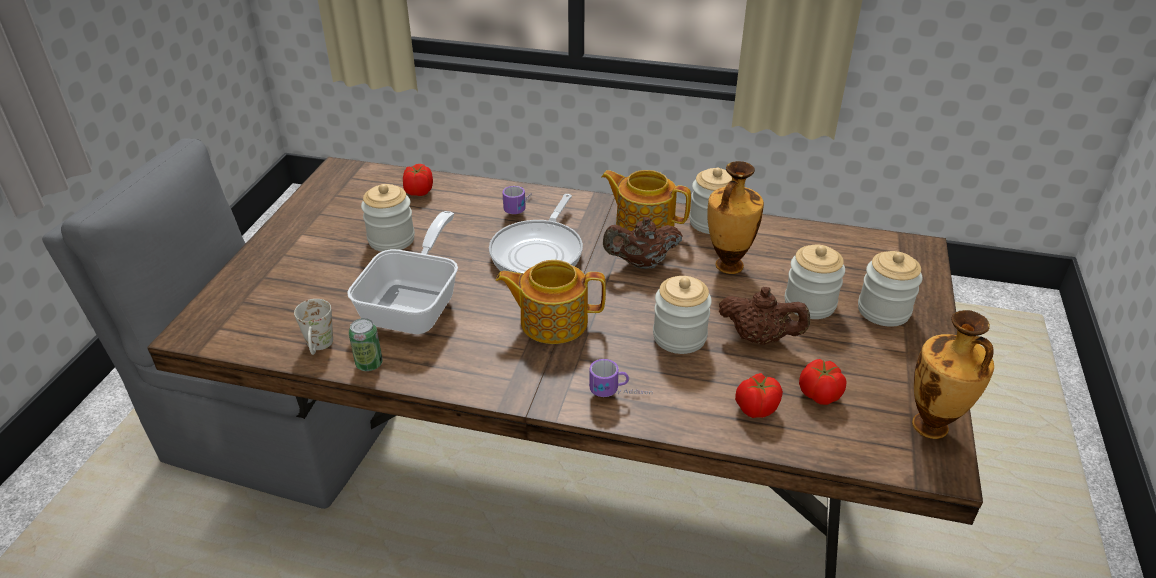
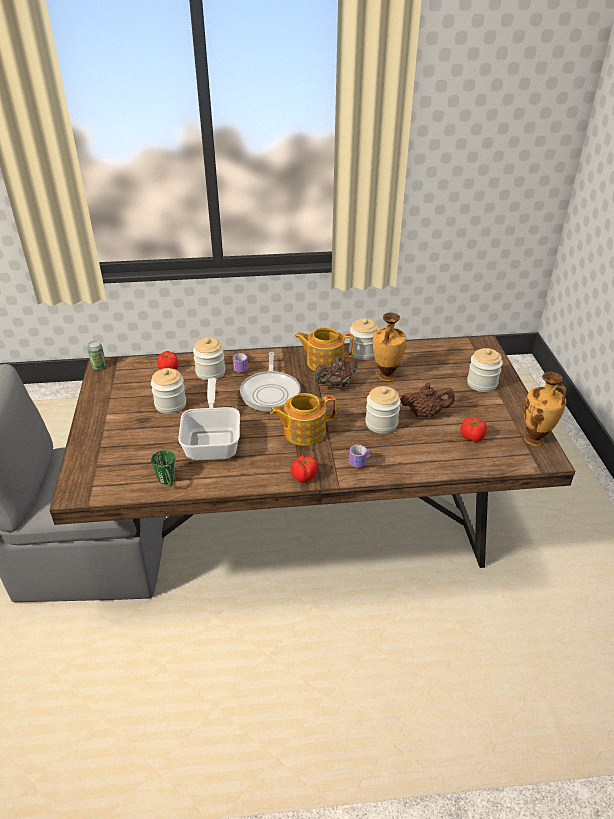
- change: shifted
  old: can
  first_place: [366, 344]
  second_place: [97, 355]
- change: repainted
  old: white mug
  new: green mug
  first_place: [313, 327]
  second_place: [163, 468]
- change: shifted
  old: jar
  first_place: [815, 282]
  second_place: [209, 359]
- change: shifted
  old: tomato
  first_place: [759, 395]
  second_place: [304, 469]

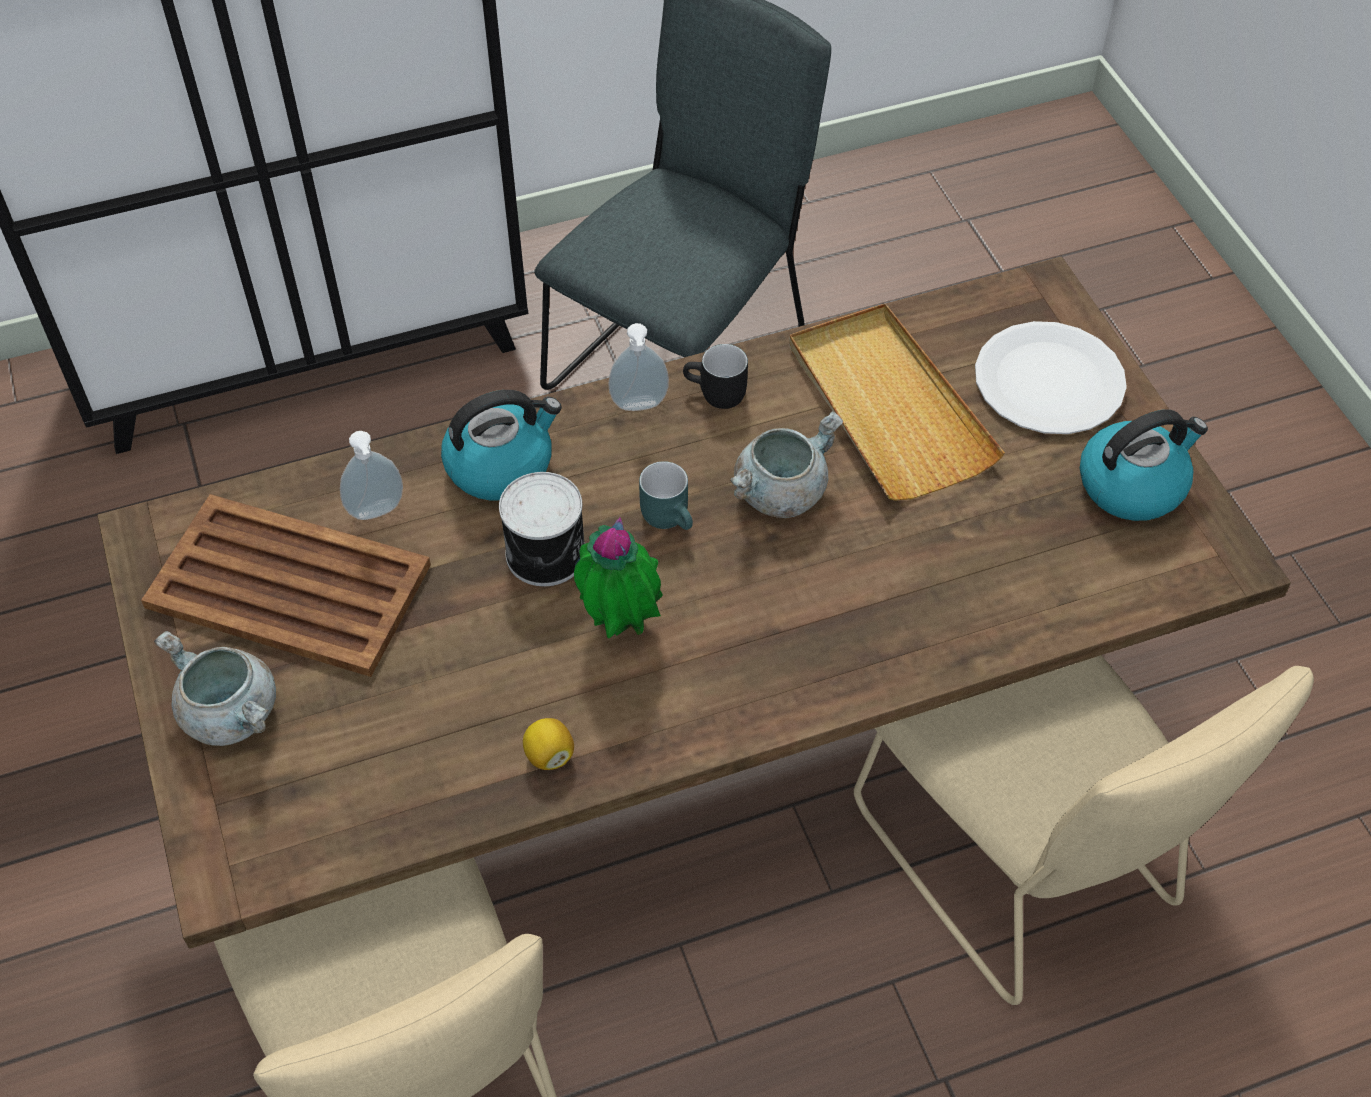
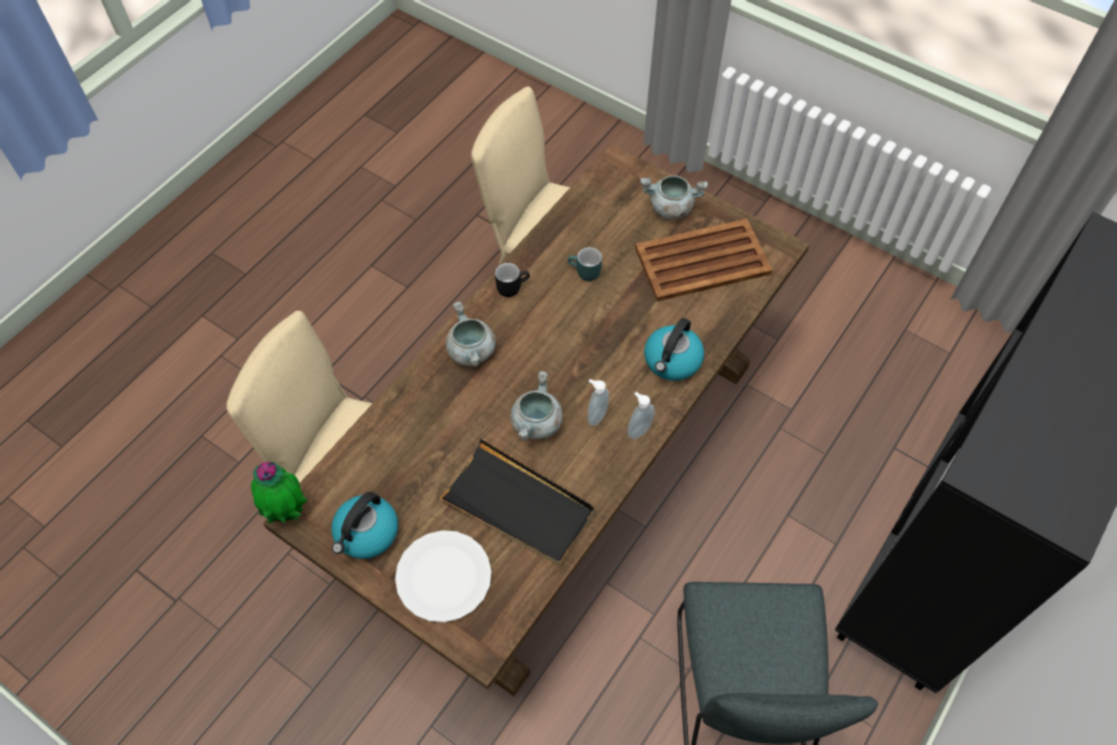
- change: shifted
  old: potted plant
  first_place: [618, 577]
  second_place: [279, 492]
- change: repainted
  old: beige tray
  new: black tray
  first_place: [897, 402]
  second_place: [516, 501]
- change: new
  new: grey cooking pot
  second_place: [470, 334]
- change: shifted
  old: black mug
  first_place: [715, 376]
  second_place: [512, 280]
- change: shifted
  old: turquoise mug
  first_place: [666, 495]
  second_place: [585, 264]
- change: shifted
  old: soap dispenser
  first_place: [371, 475]
  second_place: [598, 402]
- change: gone
  old: can
  first_place: [542, 529]
- change: gone
  old: lemon
  first_place: [548, 744]

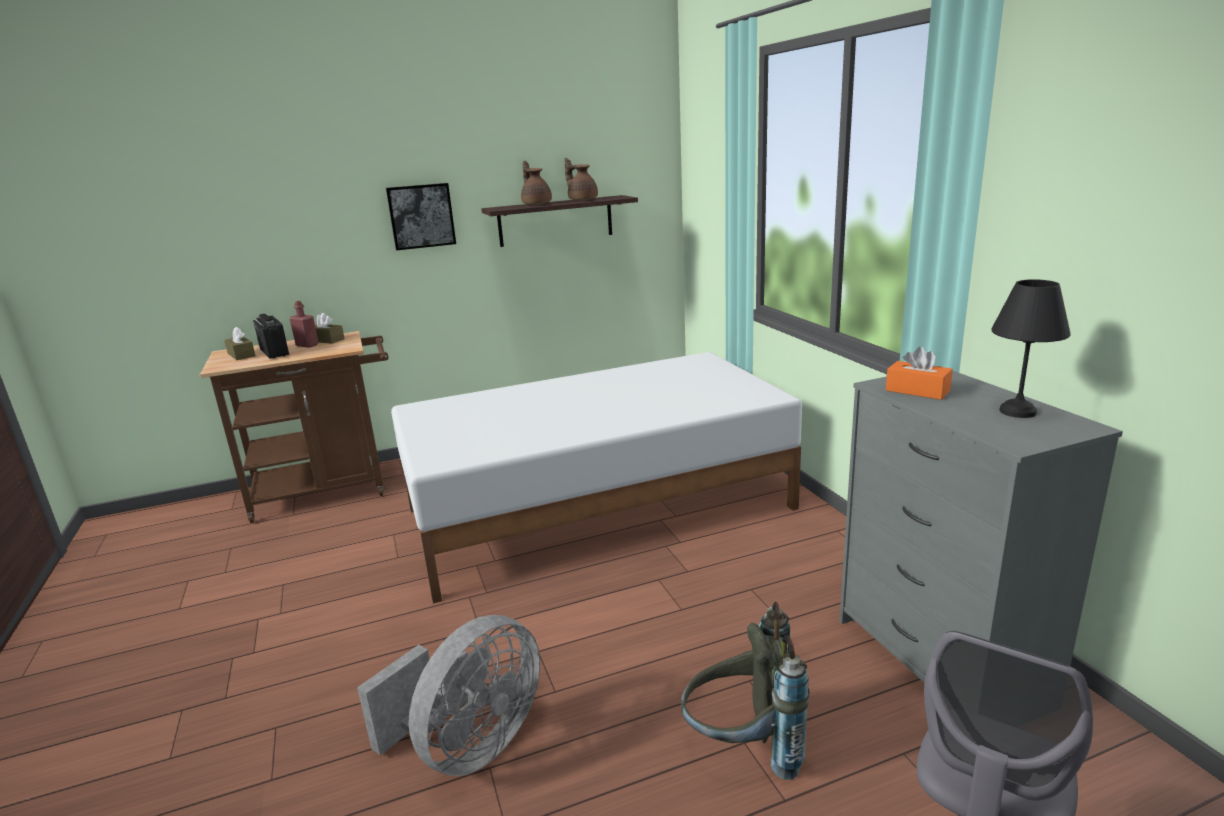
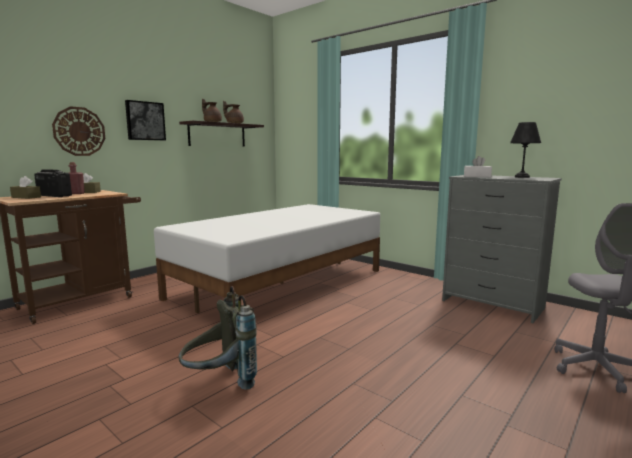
- change: new
  new: wall clock
  second_place: [78, 131]
- change: shifted
  old: grey backpack
  first_place: [744, 691]
  second_place: [218, 338]
- change: repainted
  old: orange tissue box
  new: white tissue box
  first_place: [919, 373]
  second_place: [478, 166]
- change: gone
  old: grey fan
  first_place: [448, 695]

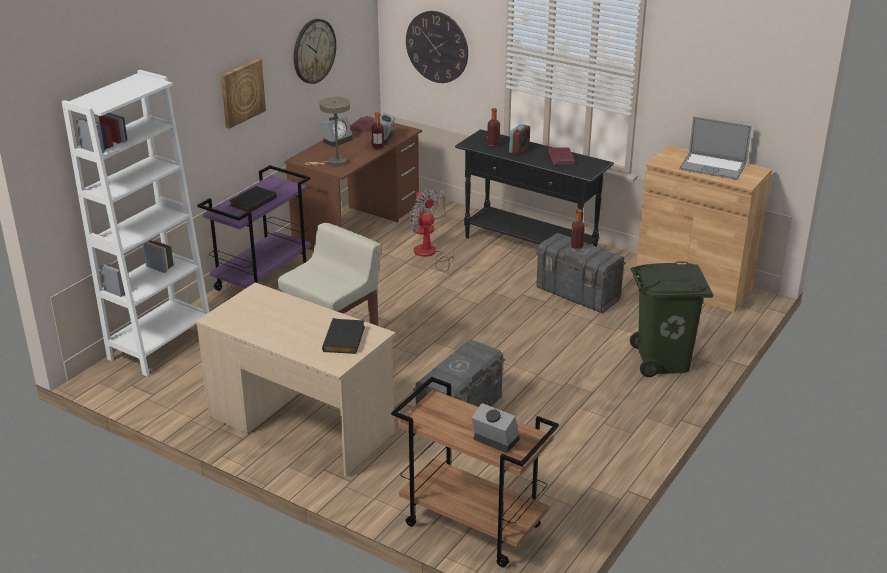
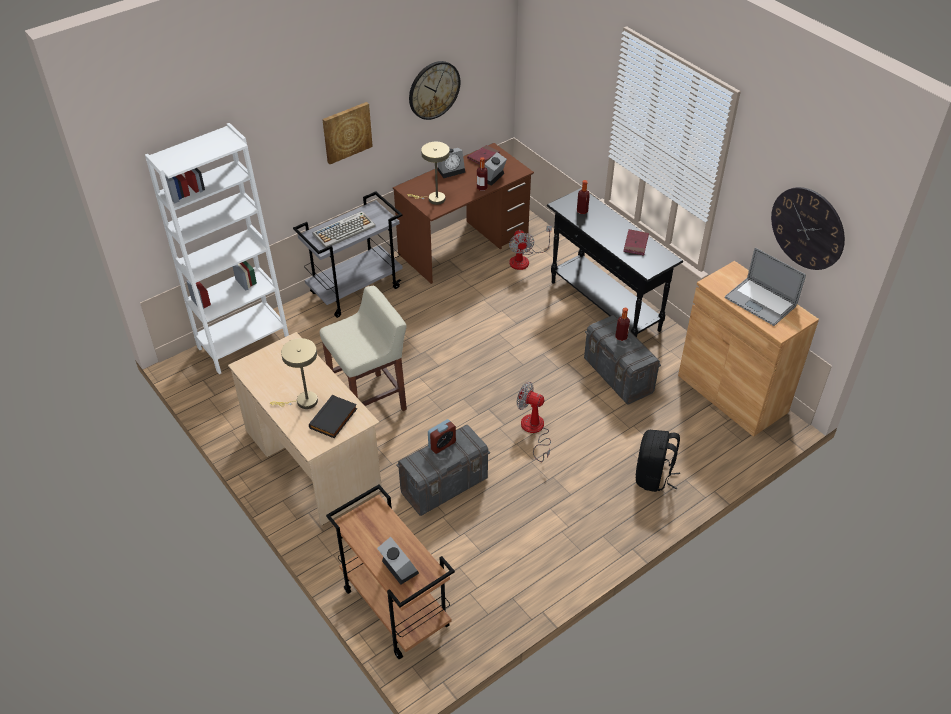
- change: new
  new: beige table lamp
  second_place: [294, 373]
- change: repainted
  old: purple cart
  new: grey cart
  first_place: [254, 228]
  second_place: [348, 254]
- change: swapped
  old: black book
  new: keyboard
  first_place: [253, 199]
  second_place: [343, 229]
- change: shifted
  old: alarm clock
  first_place: [519, 139]
  second_place: [442, 436]
- change: shifted
  old: fan
  first_place: [432, 238]
  second_place: [534, 422]
- change: swapped
  old: green trash can
  new: black backpack
  first_place: [671, 319]
  second_place: [658, 461]
- change: shifted
  old: wall clock
  first_place: [437, 47]
  second_place: [808, 228]

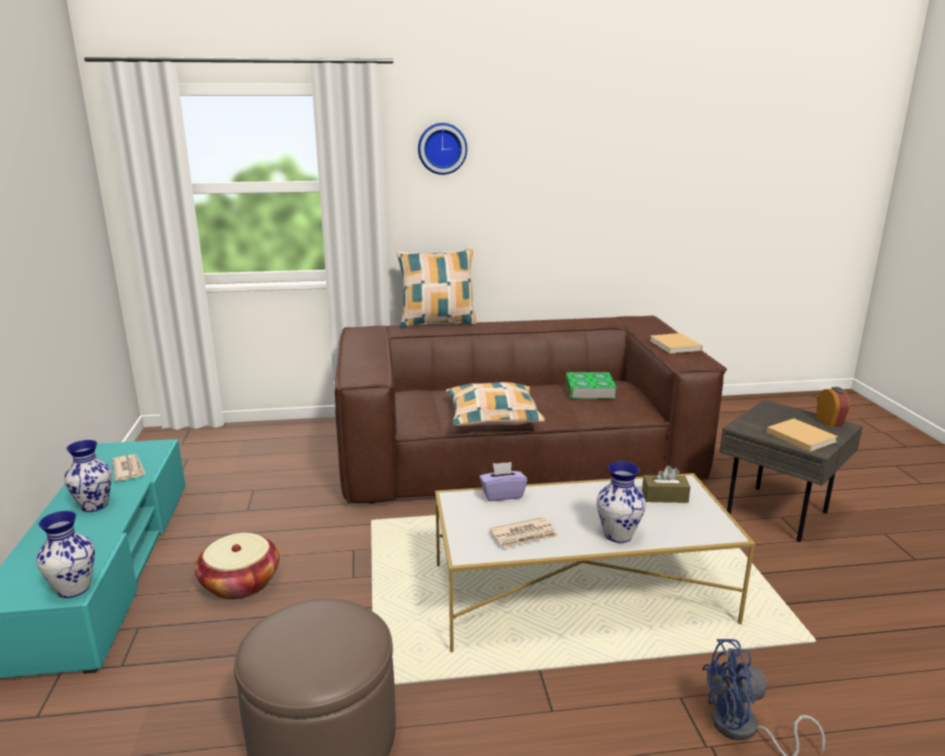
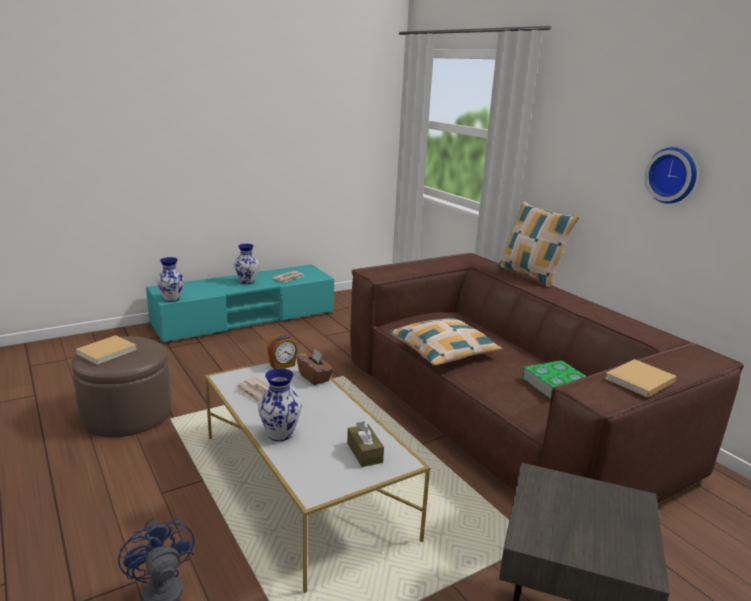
- change: shifted
  old: beige book
  first_place: [802, 435]
  second_place: [106, 350]
- change: shifted
  old: alarm clock
  first_place: [833, 407]
  second_place: [282, 351]
- change: repainted
  old: purple tissue box
  new: brown tissue box
  first_place: [503, 481]
  second_place: [315, 367]
- change: shifted
  old: wall clock
  first_place: [442, 149]
  second_place: [670, 175]
- change: gone
  old: basket
  first_place: [237, 566]

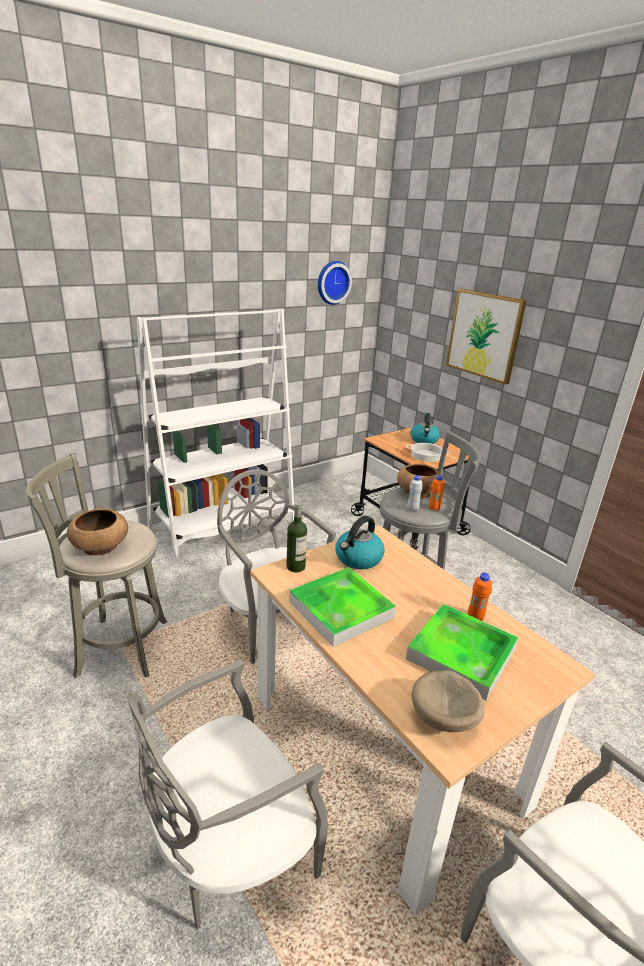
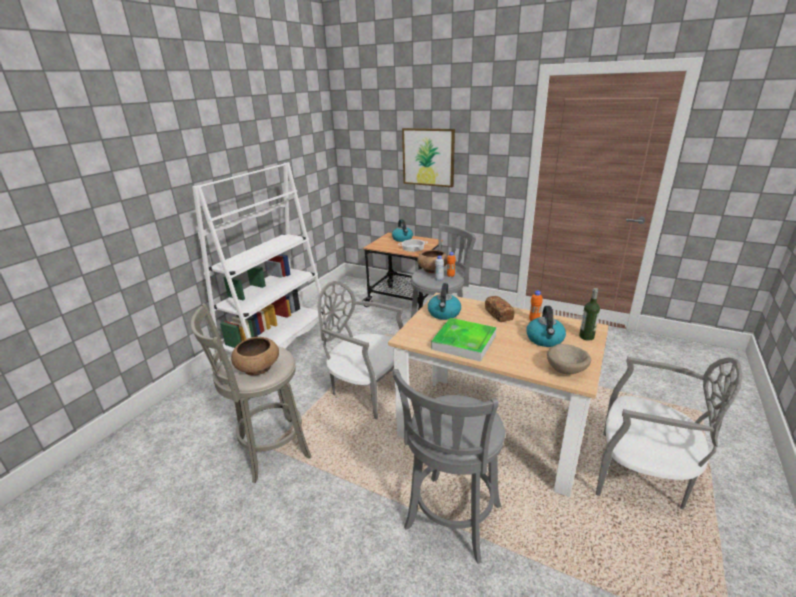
- change: swapped
  old: grey chair
  new: grey stool
  first_place: [228, 794]
  second_place: [449, 466]
- change: new
  new: bread
  second_place: [500, 309]
- change: swapped
  old: tray
  new: kettle
  first_place: [462, 652]
  second_place: [546, 326]
- change: shifted
  old: bottle
  first_place: [296, 537]
  second_place: [589, 314]
- change: gone
  old: wall clock
  first_place: [335, 283]

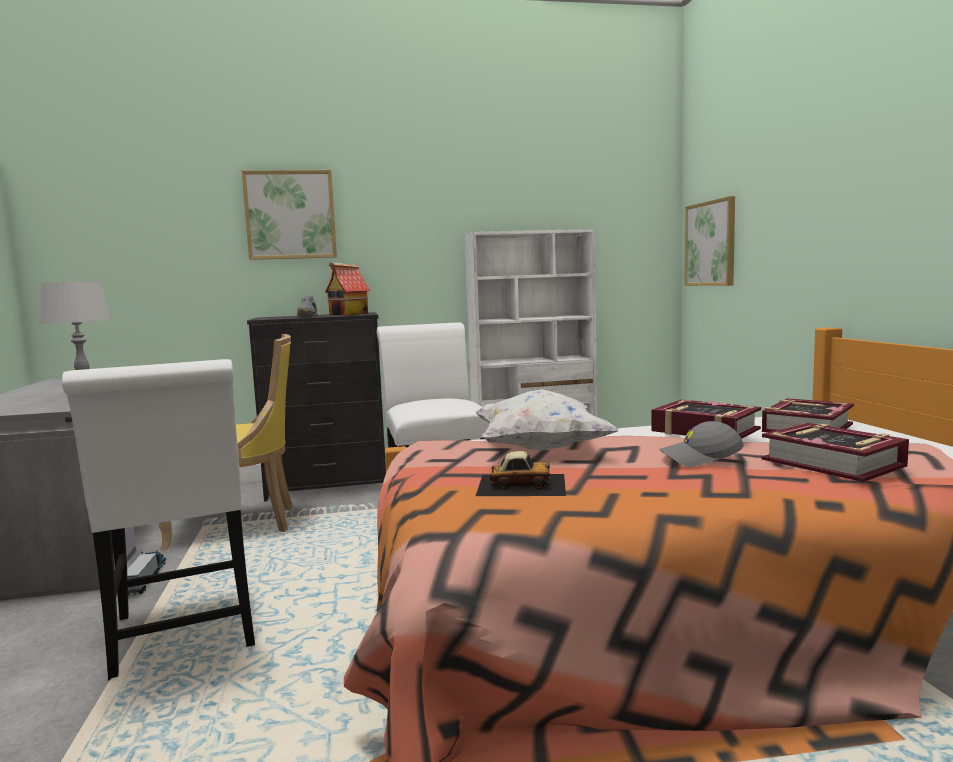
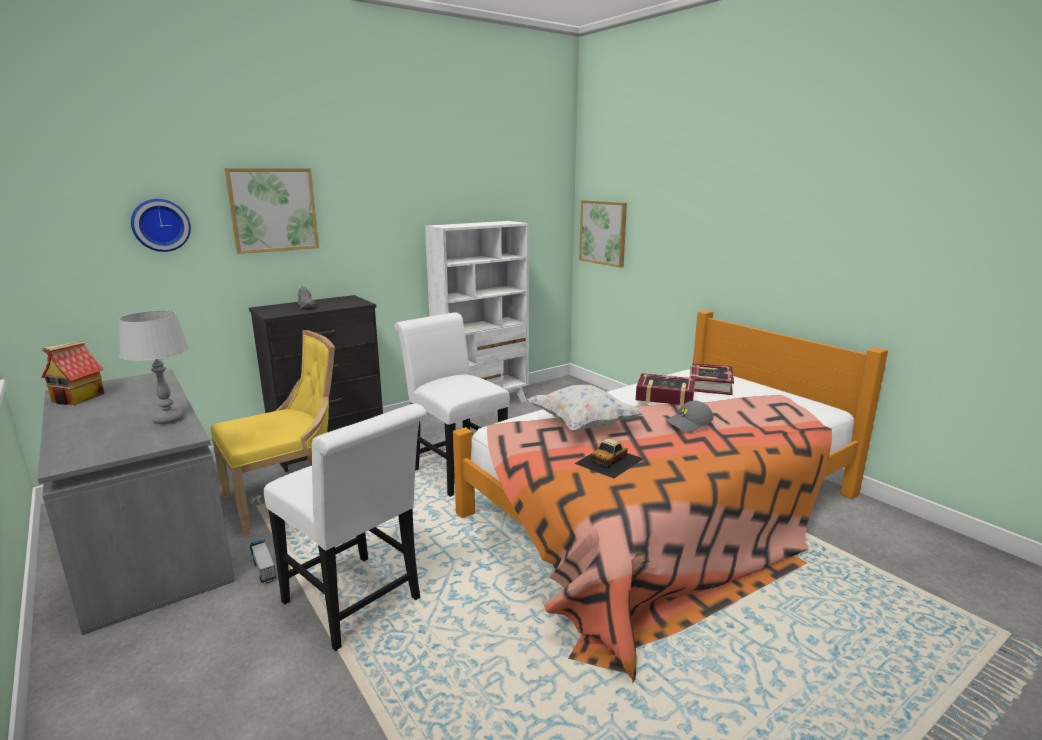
- change: shifted
  old: toy house
  first_place: [347, 288]
  second_place: [73, 372]
- change: new
  new: wall clock
  second_place: [161, 225]
- change: rotated
  old: toy car
  first_place: [521, 473]
  second_place: [609, 458]
  degrees: 150
- change: gone
  old: book
  first_place: [835, 452]

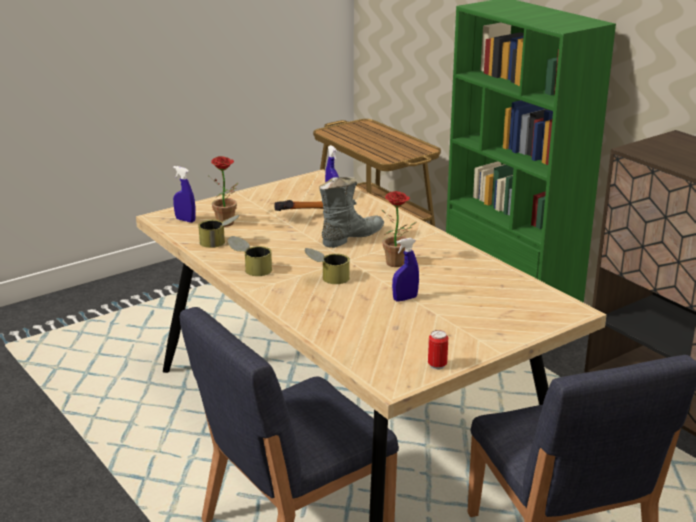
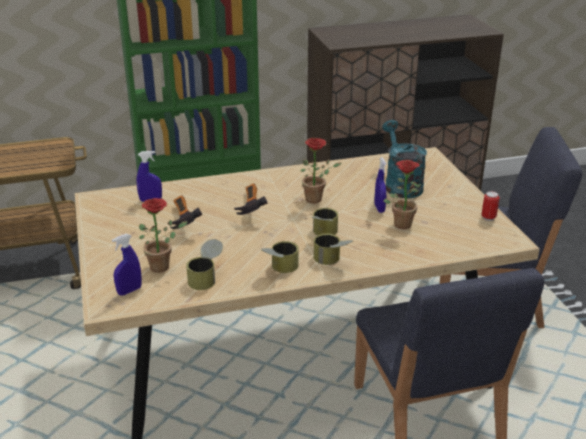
- change: swapped
  old: grey boot
  new: hammer
  first_place: [351, 212]
  second_place: [250, 199]
- change: new
  new: can
  second_place: [333, 249]
- change: new
  new: turquoise watering can
  second_place: [404, 159]
- change: new
  new: potted plant
  second_place: [402, 194]

